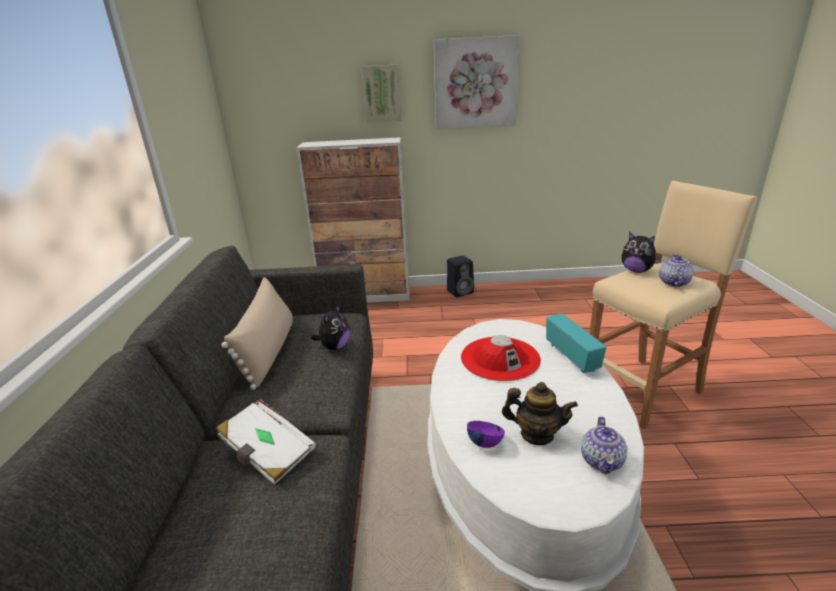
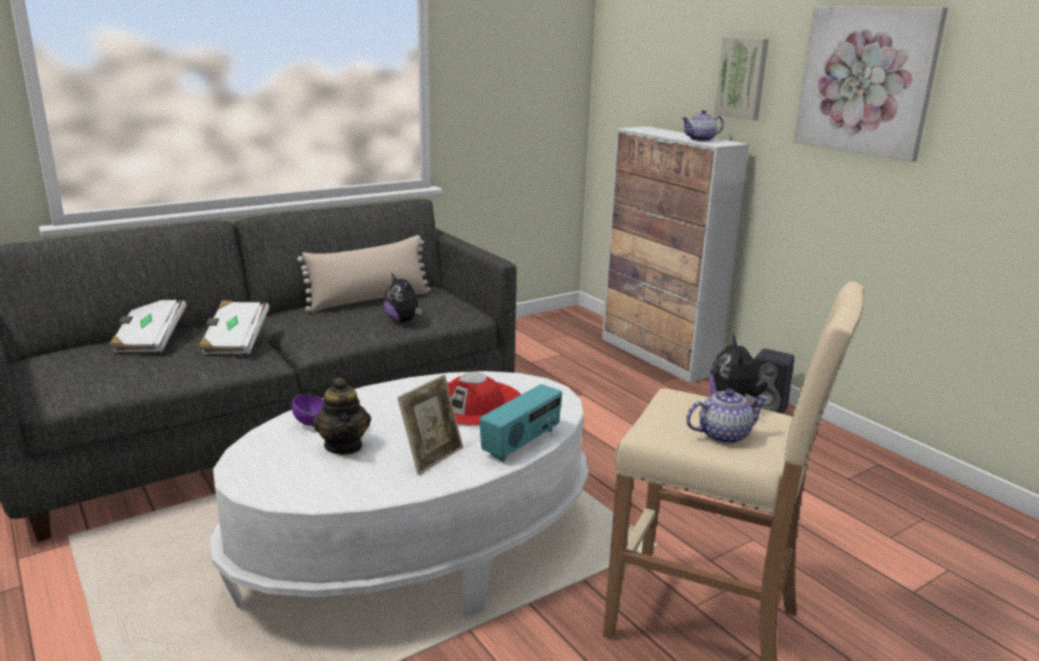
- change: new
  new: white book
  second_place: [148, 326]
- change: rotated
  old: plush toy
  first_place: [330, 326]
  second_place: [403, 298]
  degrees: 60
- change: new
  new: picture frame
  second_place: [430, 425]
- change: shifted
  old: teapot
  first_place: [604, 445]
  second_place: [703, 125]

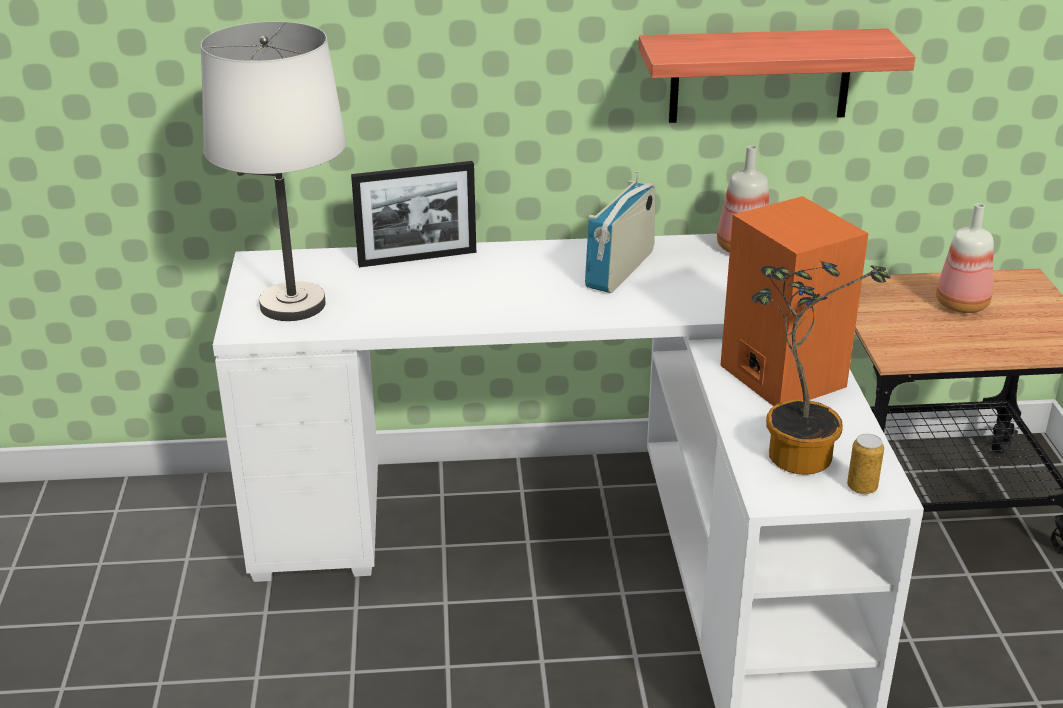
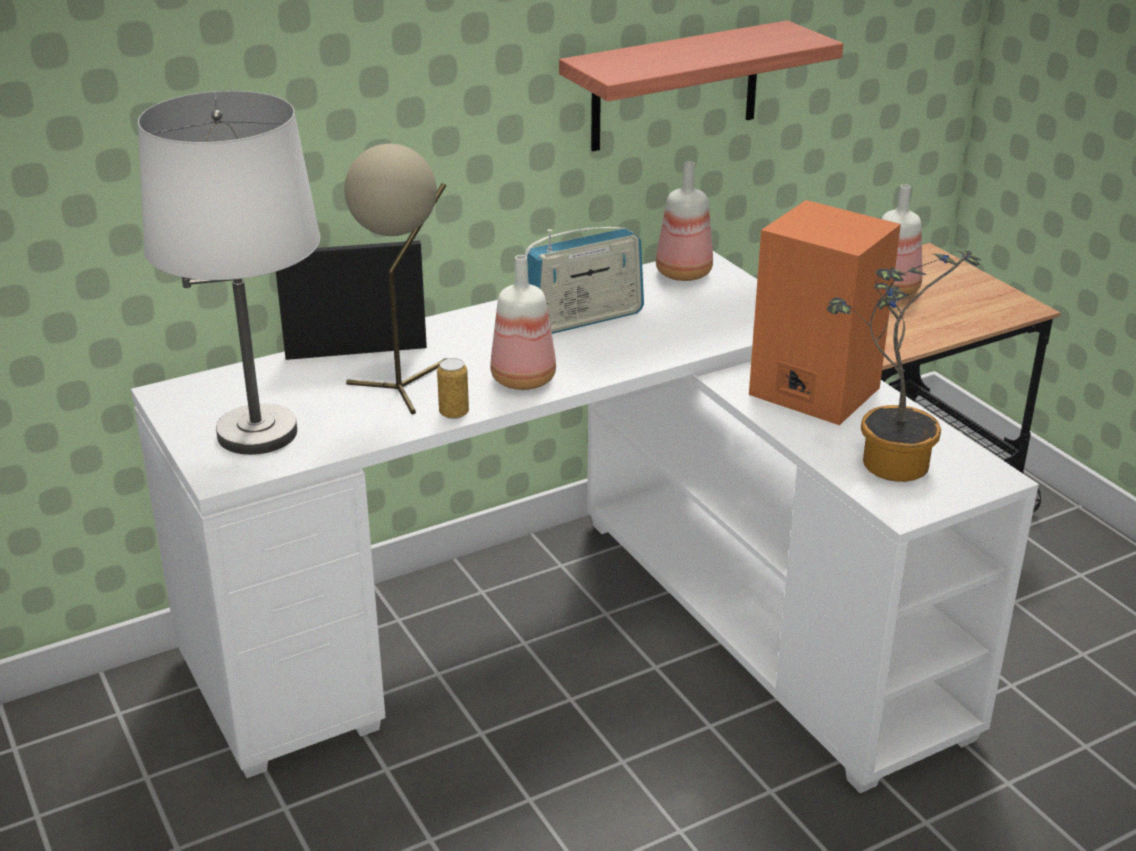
- change: rotated
  old: picture frame
  first_place: [413, 214]
  second_place: [351, 300]
  degrees: -150
- change: new
  new: beige table lamp
  second_place: [396, 279]
- change: shifted
  old: can
  first_place: [865, 464]
  second_place: [453, 388]
- change: new
  new: bottle
  second_place: [523, 322]
- change: rotated
  old: radio
  first_place: [620, 231]
  second_place: [584, 280]
  degrees: -120

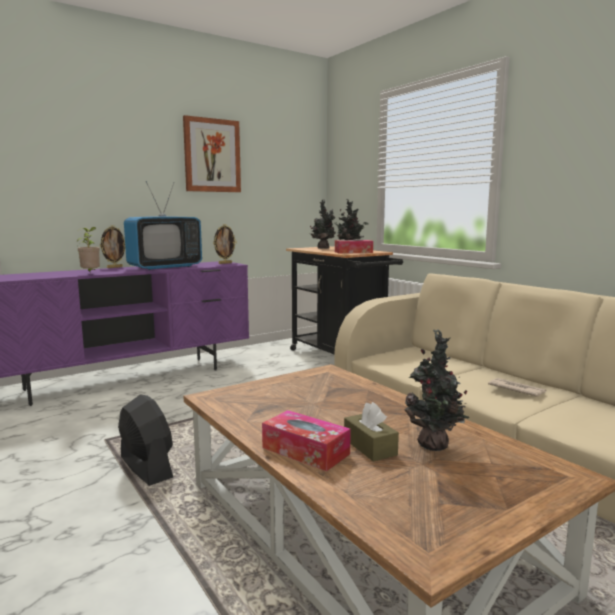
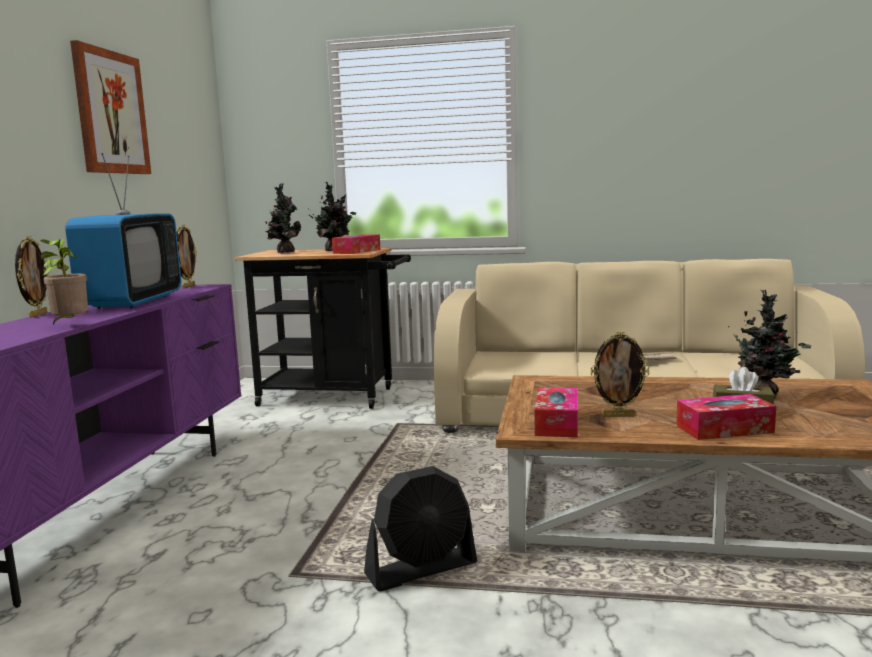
- change: rotated
  old: black fan
  first_place: [145, 440]
  second_place: [420, 528]
  degrees: 150
- change: new
  new: tissue box
  second_place: [556, 412]
- change: new
  new: picture frame
  second_place: [620, 374]

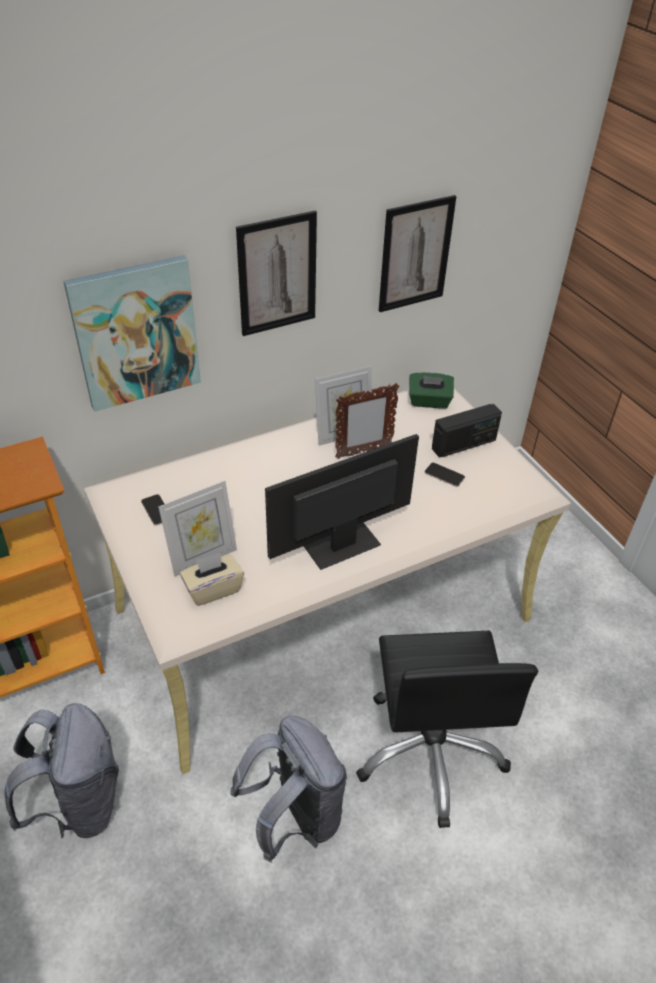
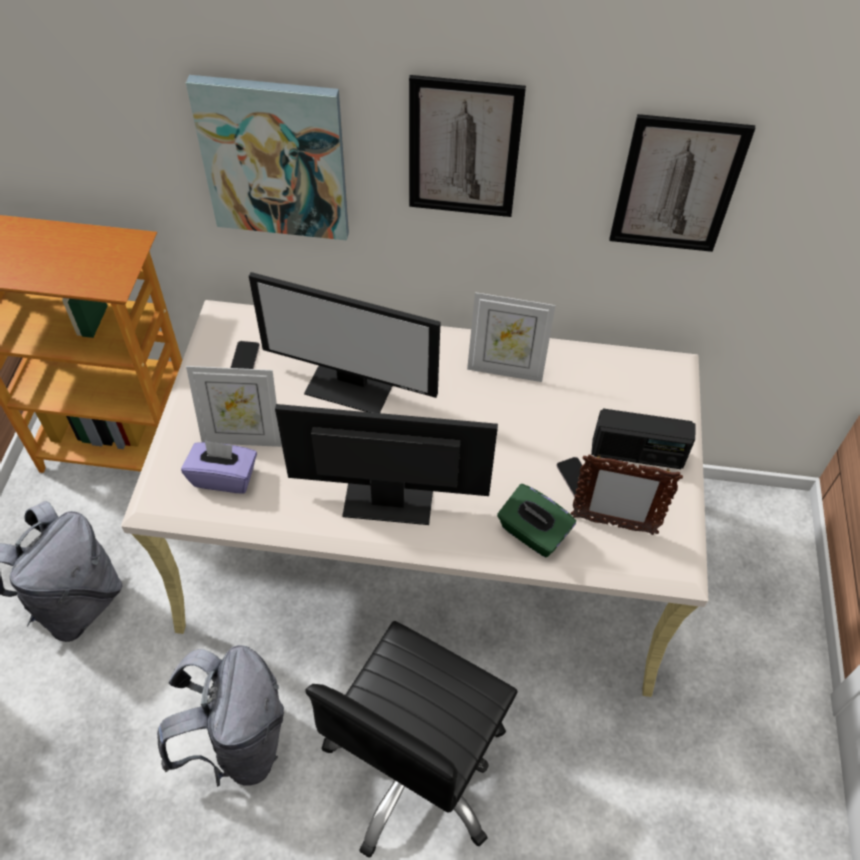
- change: repainted
  old: beige tissue box
  new: purple tissue box
  first_place: [212, 579]
  second_place: [219, 467]
- change: new
  new: monitor
  second_place: [345, 342]
- change: shifted
  old: green tissue box
  first_place: [431, 390]
  second_place: [536, 520]
- change: shifted
  old: picture frame
  first_place: [367, 421]
  second_place: [627, 494]

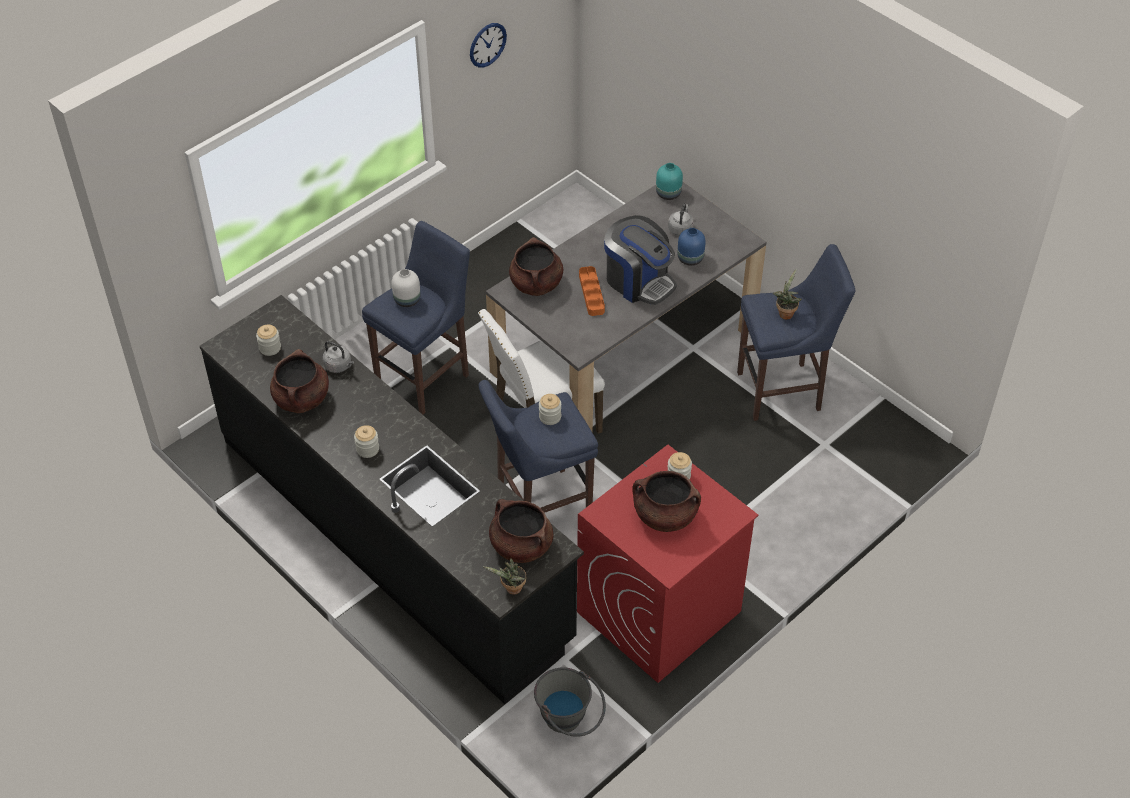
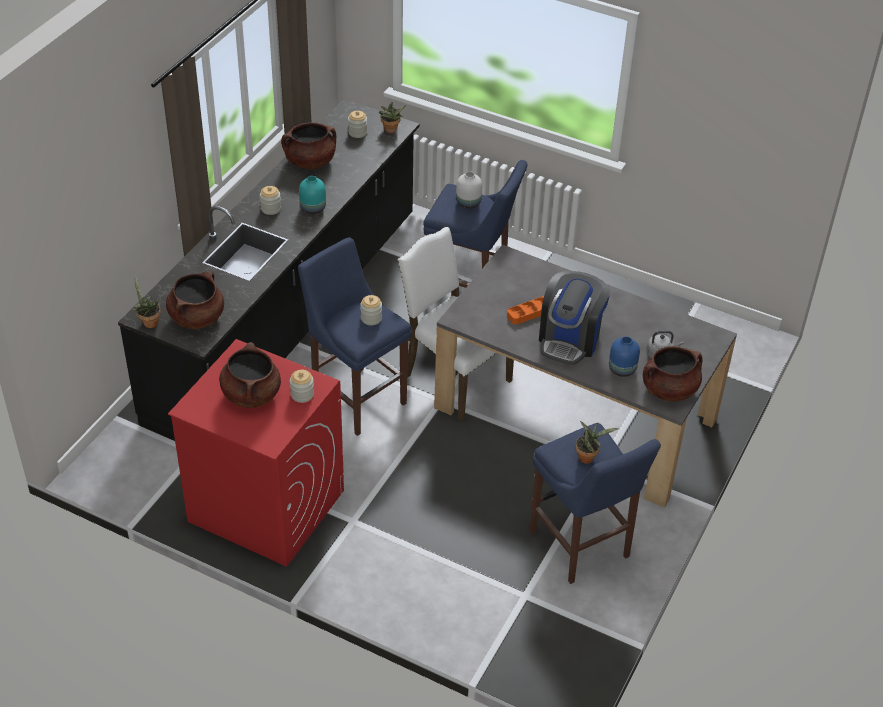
- change: shifted
  old: turquoise vase
  first_place: [669, 181]
  second_place: [312, 195]
- change: new
  new: potted plant
  second_place: [392, 117]
- change: shifted
  old: brown cooking pot
  first_place: [536, 266]
  second_place: [672, 373]
- change: gone
  old: grey kettle
  first_place: [338, 357]
- change: gone
  old: wall clock
  first_place: [488, 45]
- change: gone
  old: grey bucket
  first_place: [570, 702]

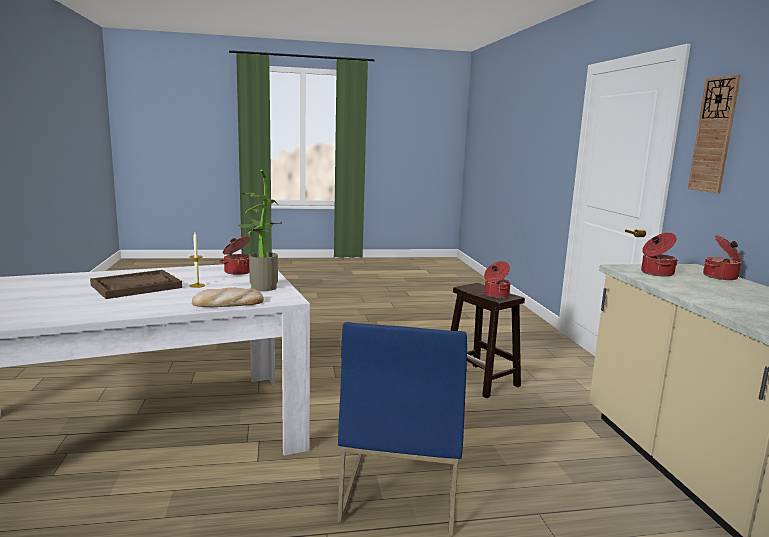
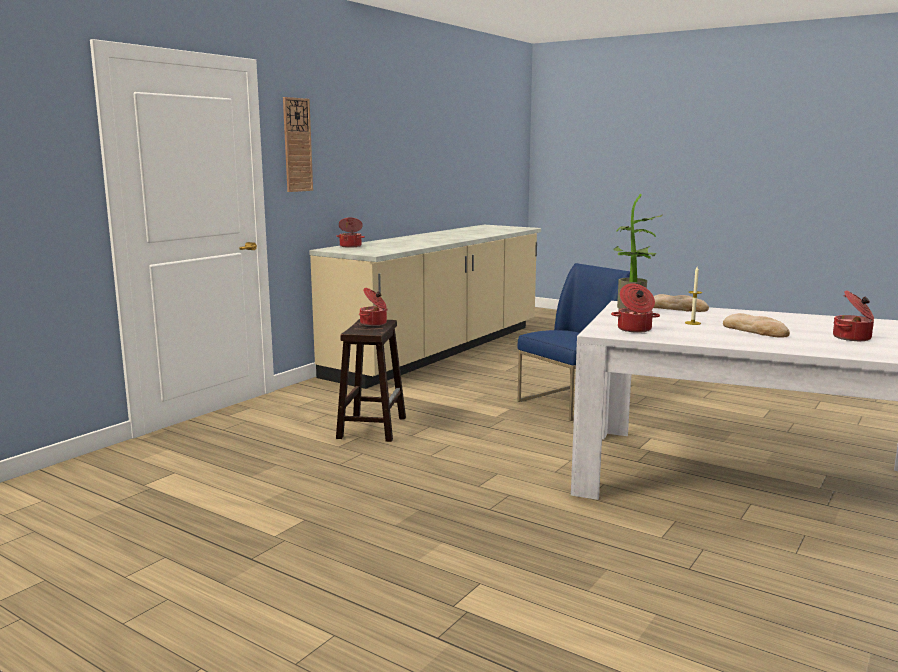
- change: swapped
  old: brown tray
  new: bread
  first_place: [136, 284]
  second_place: [756, 325]
- change: shifted
  old: cooking pot
  first_place: [659, 255]
  second_place: [853, 315]

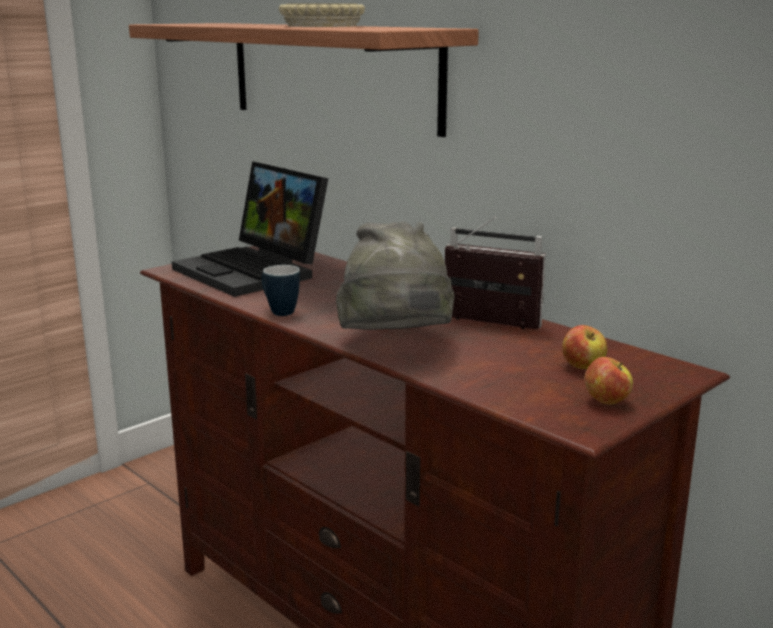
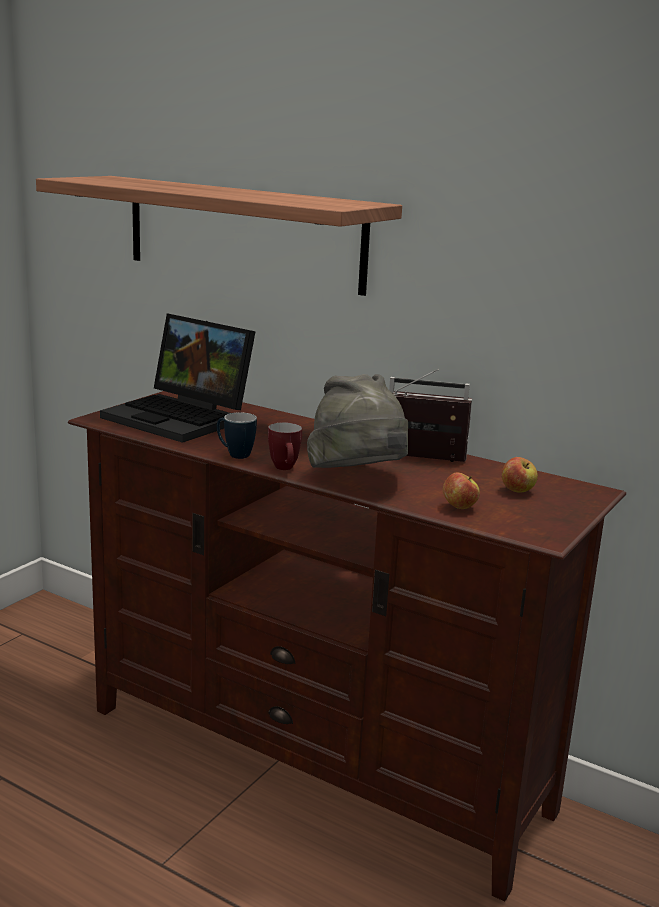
- change: new
  new: mug
  second_place: [285, 446]
- change: shifted
  old: apple
  first_place: [608, 380]
  second_place: [461, 491]
- change: gone
  old: beige bowl
  first_place: [322, 15]

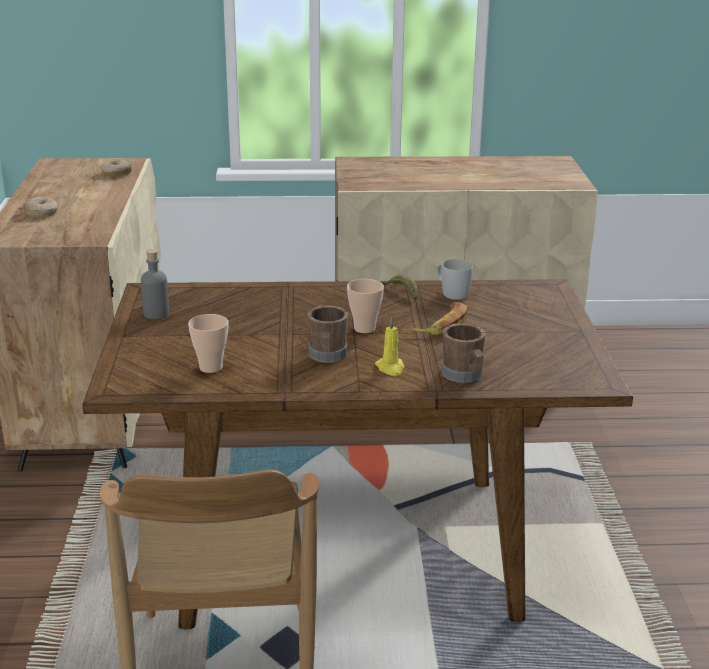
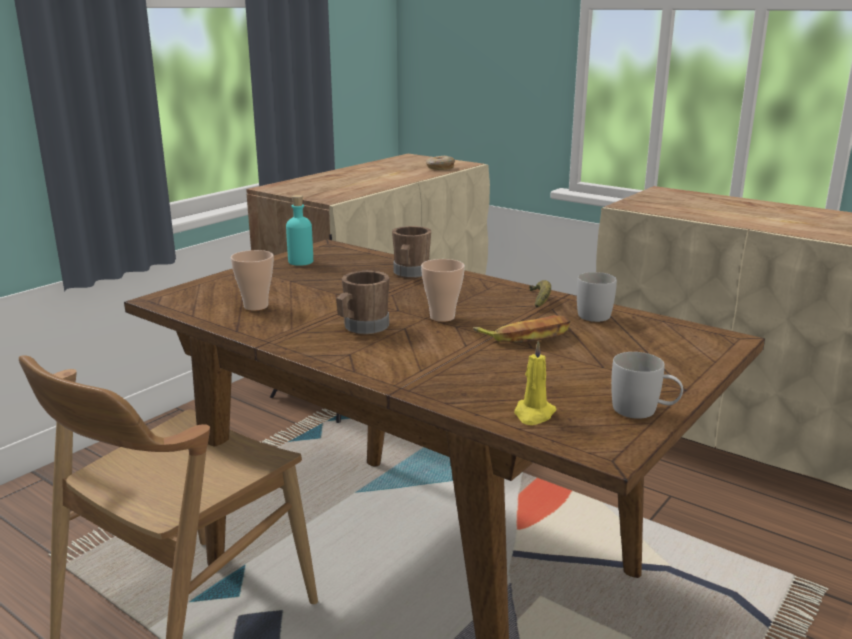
- change: repainted
  old: grey bottle
  new: turquoise bottle
  first_place: [155, 284]
  second_place: [299, 230]
- change: shifted
  old: brown mug
  first_place: [463, 353]
  second_place: [411, 252]
- change: shifted
  old: yellow candle
  first_place: [389, 346]
  second_place: [535, 382]
- change: new
  new: white mug
  second_place: [647, 385]
- change: gone
  old: donut
  first_place: [40, 207]

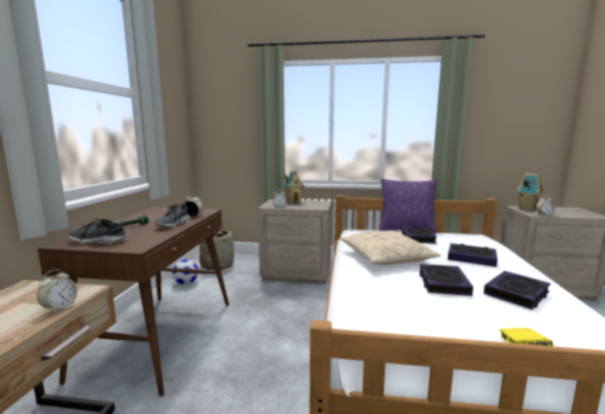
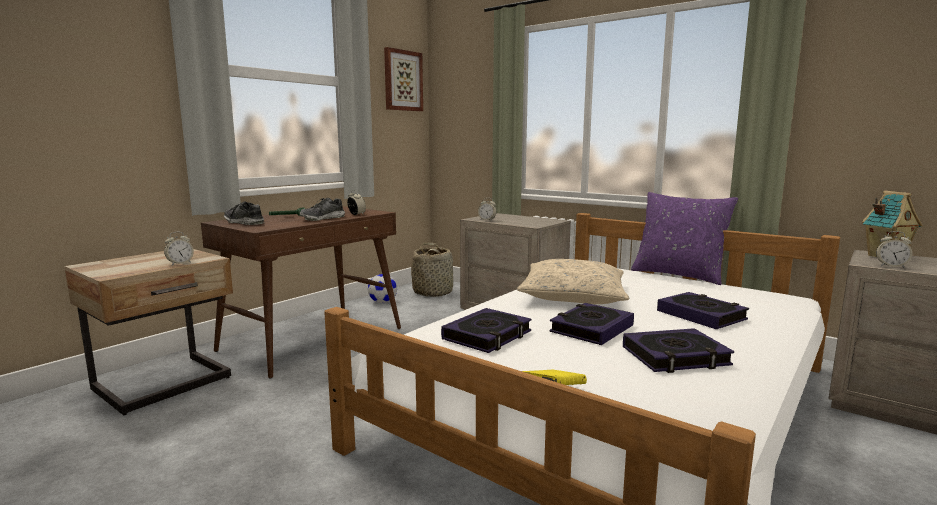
- change: new
  new: picture
  second_place: [403, 79]
- change: shifted
  old: book
  first_place: [419, 235]
  second_place: [486, 330]
- change: gone
  old: toy house
  first_place: [294, 187]

